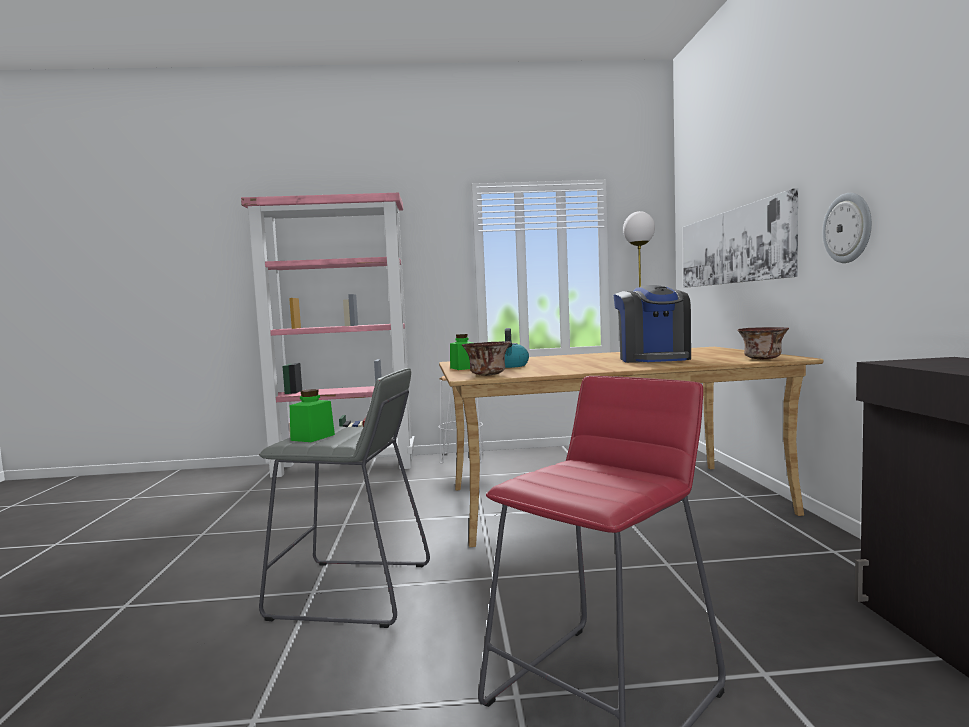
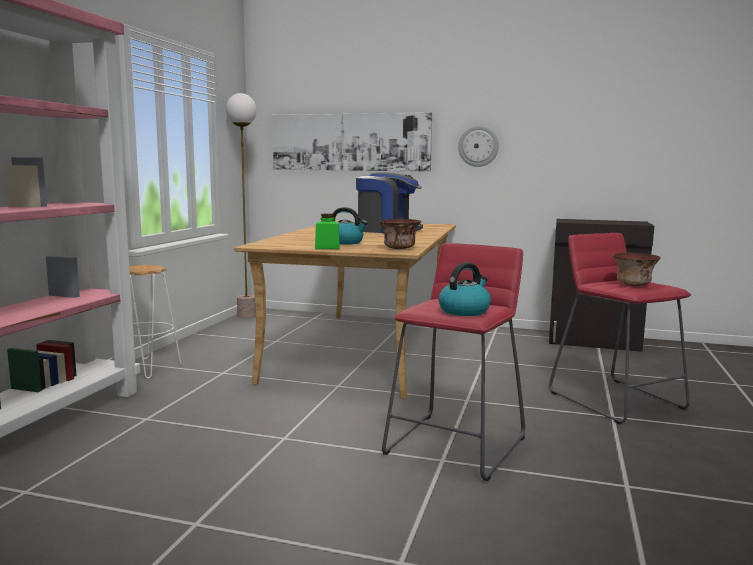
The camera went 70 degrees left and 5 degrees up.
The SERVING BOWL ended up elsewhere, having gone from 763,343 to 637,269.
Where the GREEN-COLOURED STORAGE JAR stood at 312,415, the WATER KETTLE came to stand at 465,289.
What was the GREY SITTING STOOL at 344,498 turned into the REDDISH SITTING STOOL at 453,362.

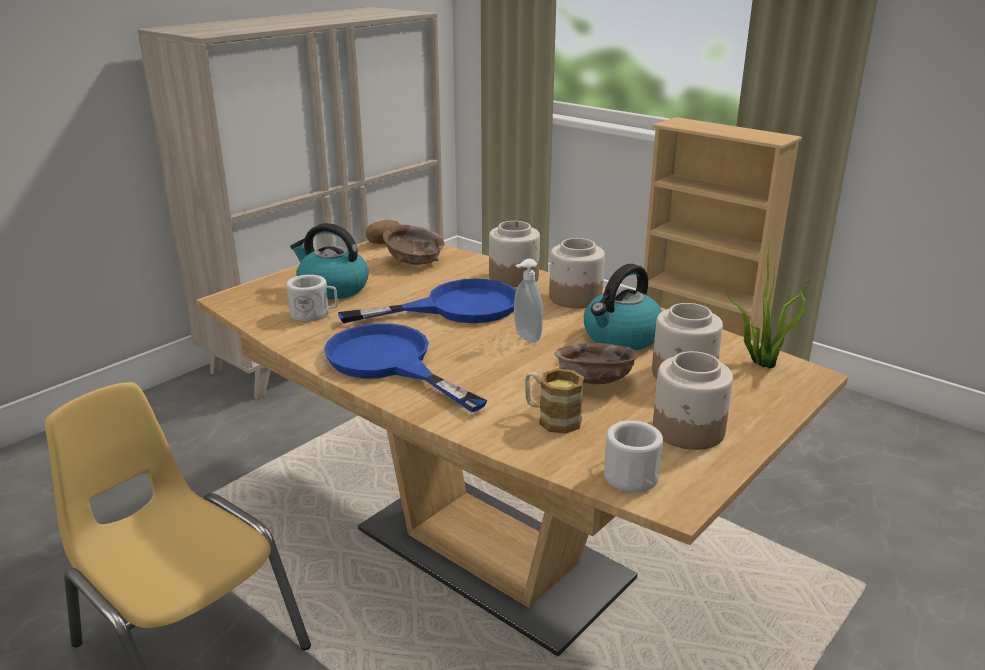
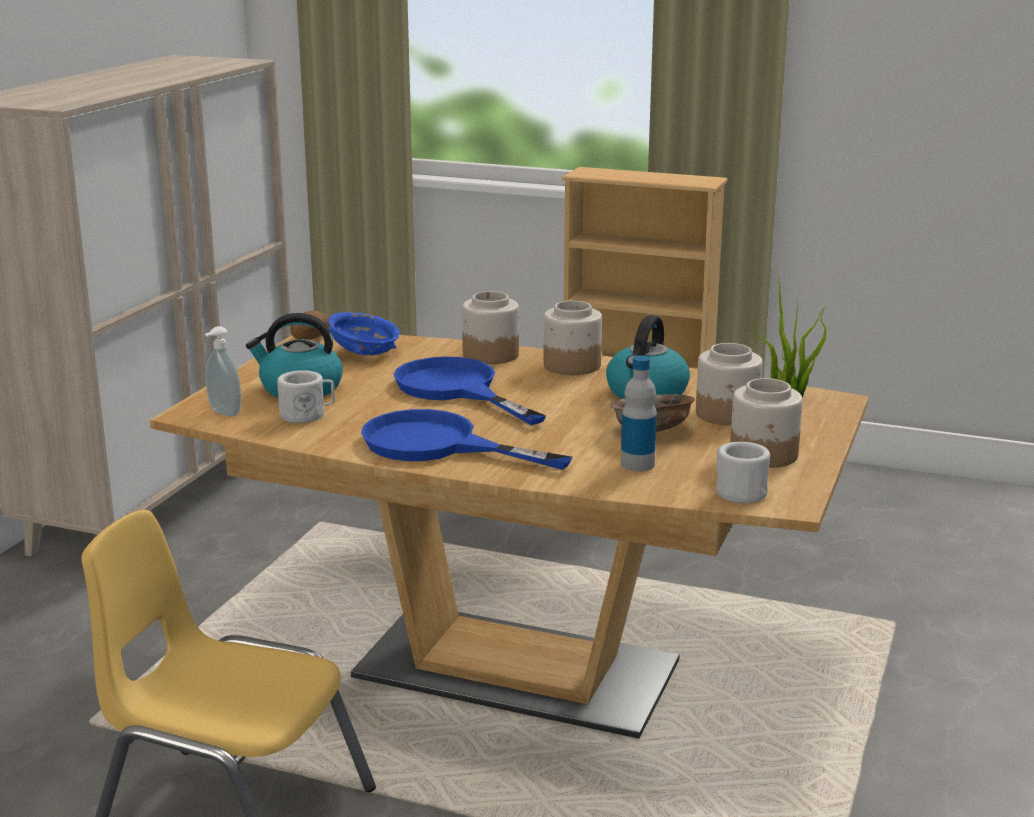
The camera went 20 degrees left and 5 degrees down.
The LIQUID SOAP BOTTLE ended up elsewhere, having gone from 528,301 to 222,371.
Where the TEA MUG stood at 554,401, the BOTTLE came to stand at 639,413.
What was the BROWN-COLOURED SERVING BOWL at 413,245 turned into the BLUISH SERVING BOWL at 363,334.
The BLUISH SKILLET at 427,301 ended up facing another way, 90 degrees counterclockwise from before.

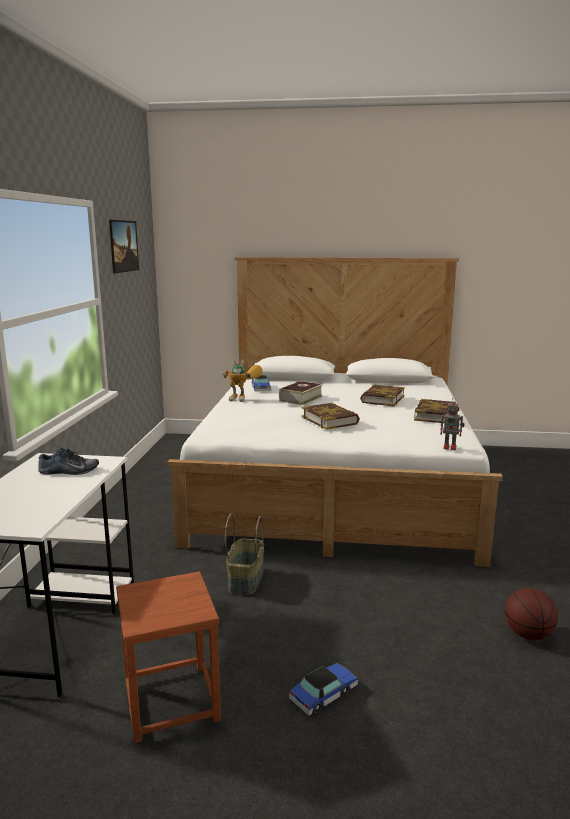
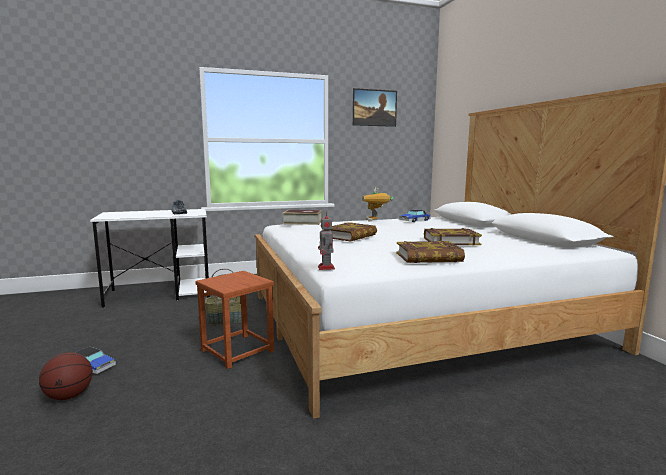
The camera went 65 degrees right and 5 degrees down.
The BROWN-COLOURED SITTING STOOL ended up elsewhere, having gone from 168,657 to 234,320.
The VOLUME ended up elsewhere, having gone from 301,393 to 302,217.
The BALL FOR BASKETBALL ended up elsewhere, having gone from 531,614 to 66,376.

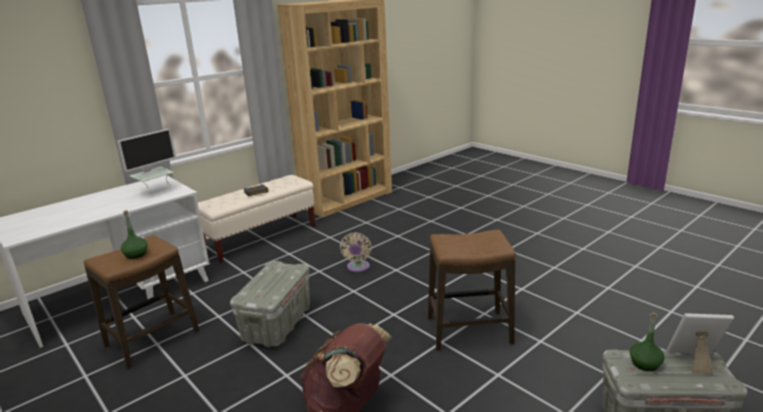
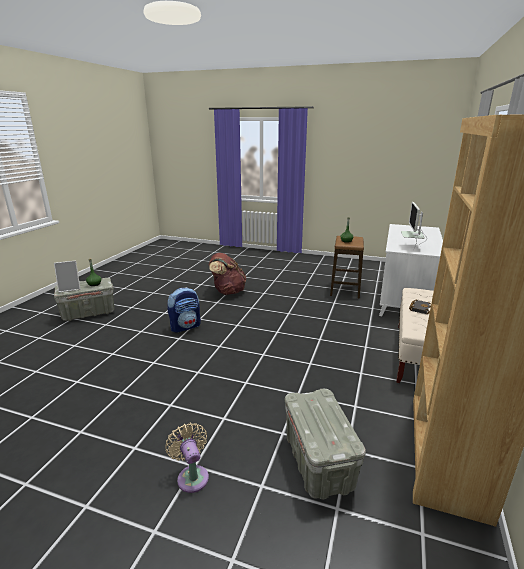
The camera went 150 degrees right and 0 degrees up.
The GREY STORAGE BOX ended up elsewhere, having gone from 270,304 to 325,444.
The BEIGE-COLOURED ELECTRIC FAN ended up elsewhere, having gone from 356,252 to 187,458.
Where the SITTING STOOL stood at 472,290, the RUCKSACK came to stand at 184,310.

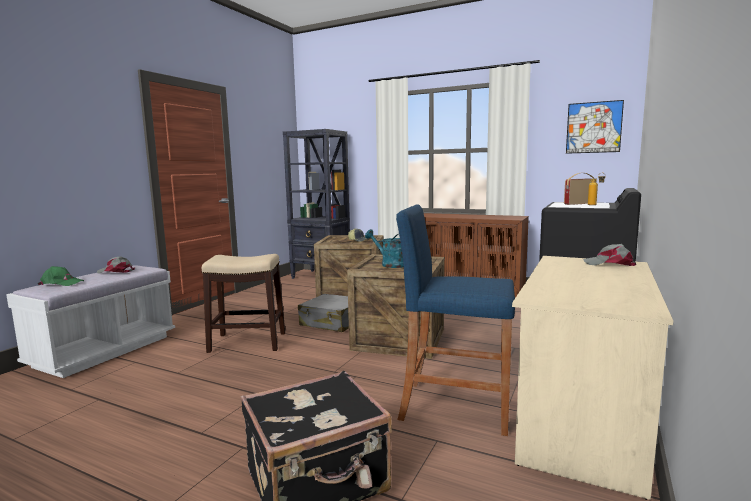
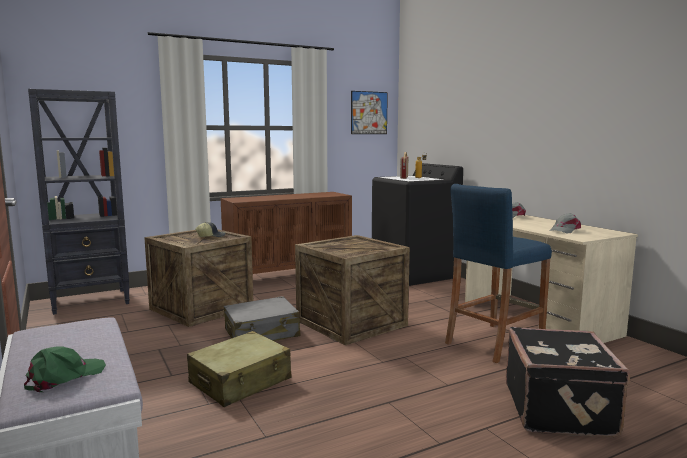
The camera went 55 degrees left and 0 degrees up.
The second view lost the TURQUOISE-COLOURED SPRINKLING CAN at 384,248.
The GREY CAP ended up elsewhere, having gone from 116,265 to 565,223.
Where the SITTING STOOL stood at 243,303, the BEIGE-COLOURED TRAVEL CASE came to stand at 239,369.

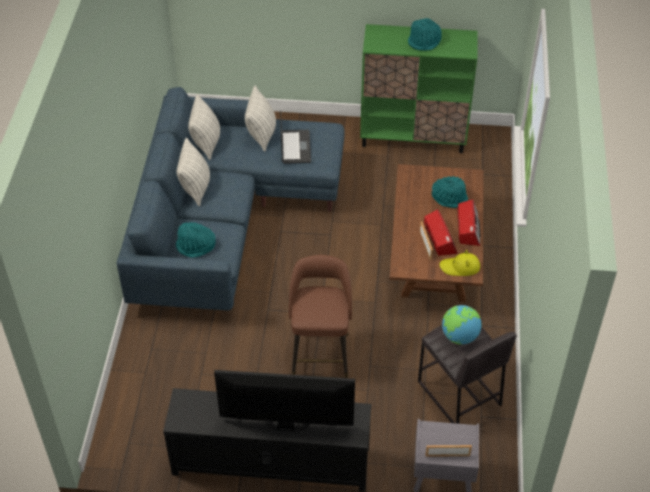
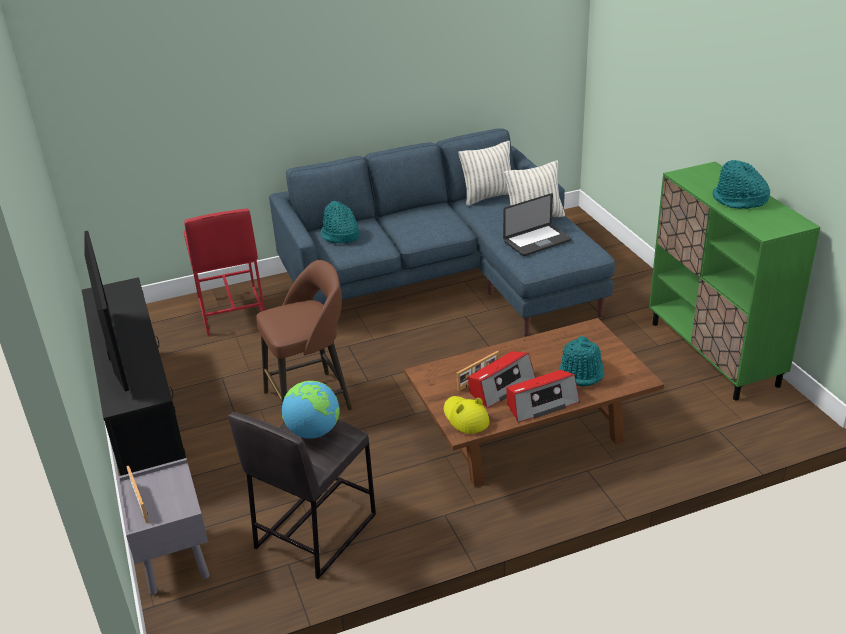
The camera went 65 degrees right and 15 degrees down.
The second view lost the CUSHION at 193,171.
The second view gained the REDDISH SITTING STOOL at 224,272.

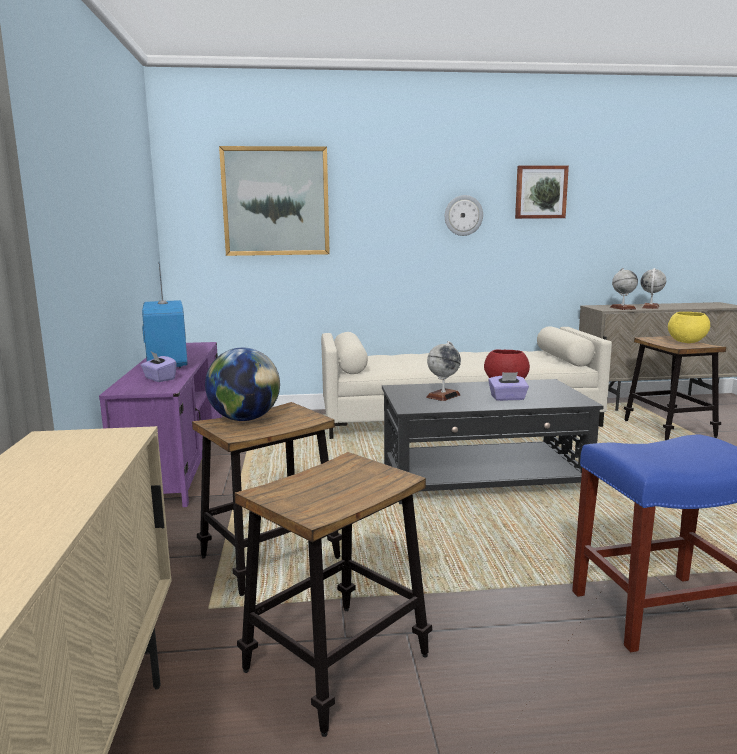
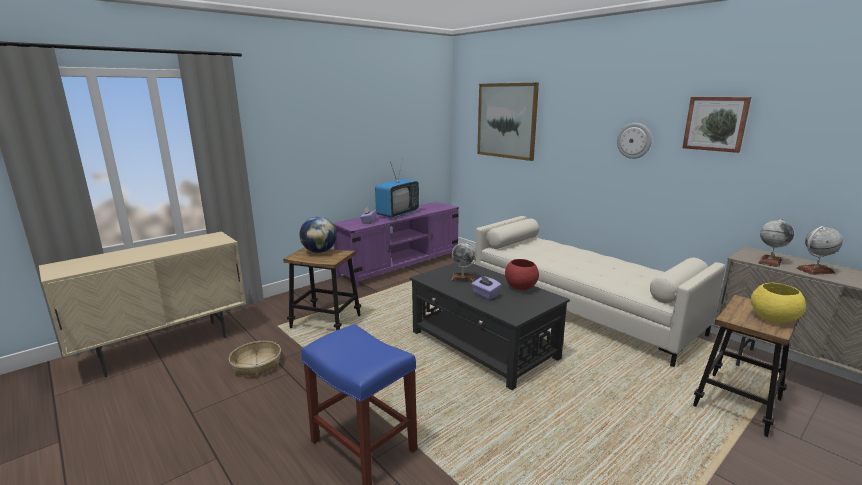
The camera went 55 degrees right and 5 degrees up.
Where the SITTING STOOL stood at 333,594, the BASKET came to stand at 255,359.

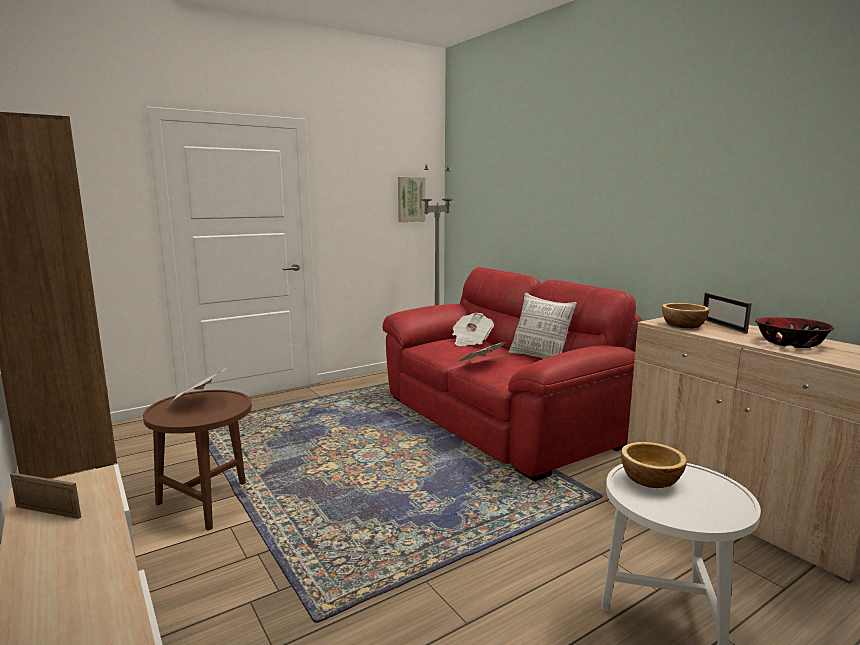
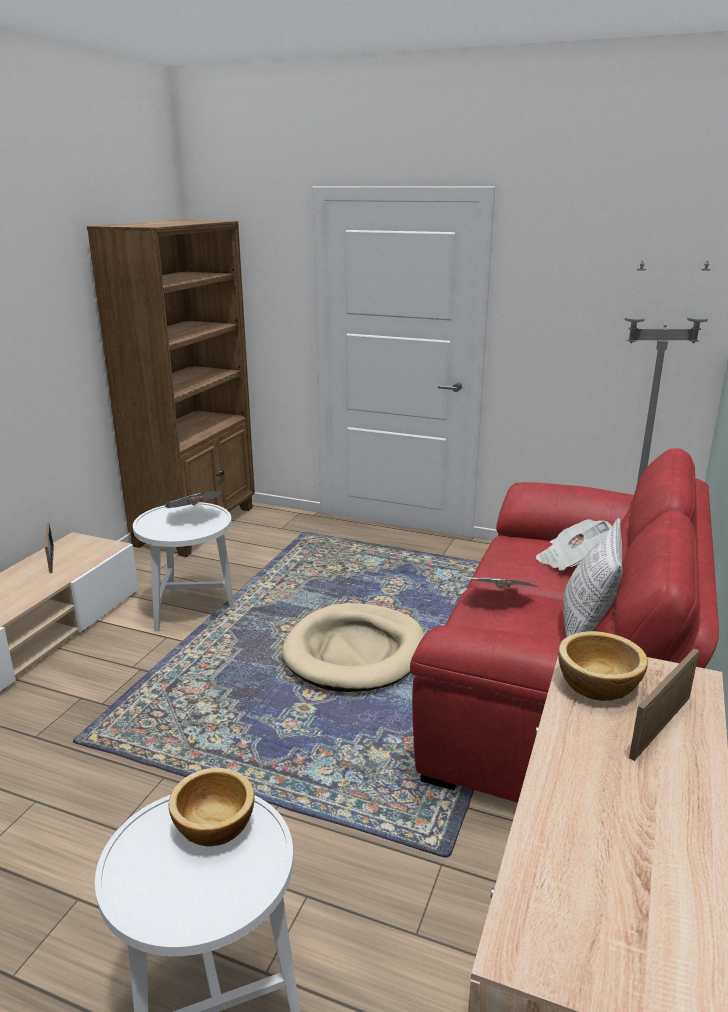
The camera went 55 degrees right and 10 degrees up.
The second view lost the PICTURE at 412,199.
The second view lost the SERVING BOWL at 794,332.
The second view gained the BEIGE-COLOURED DOG BED at 353,647.
What was the BROWN-COLOURED END TABLE at 197,460 turned into the WHITE END TABLE at 183,566.

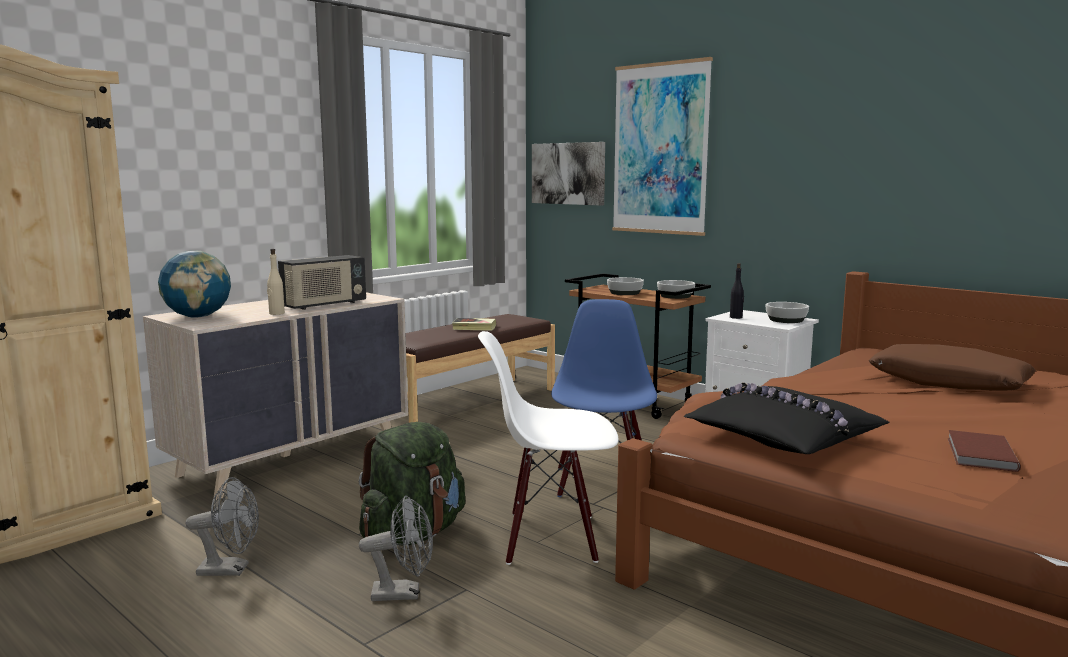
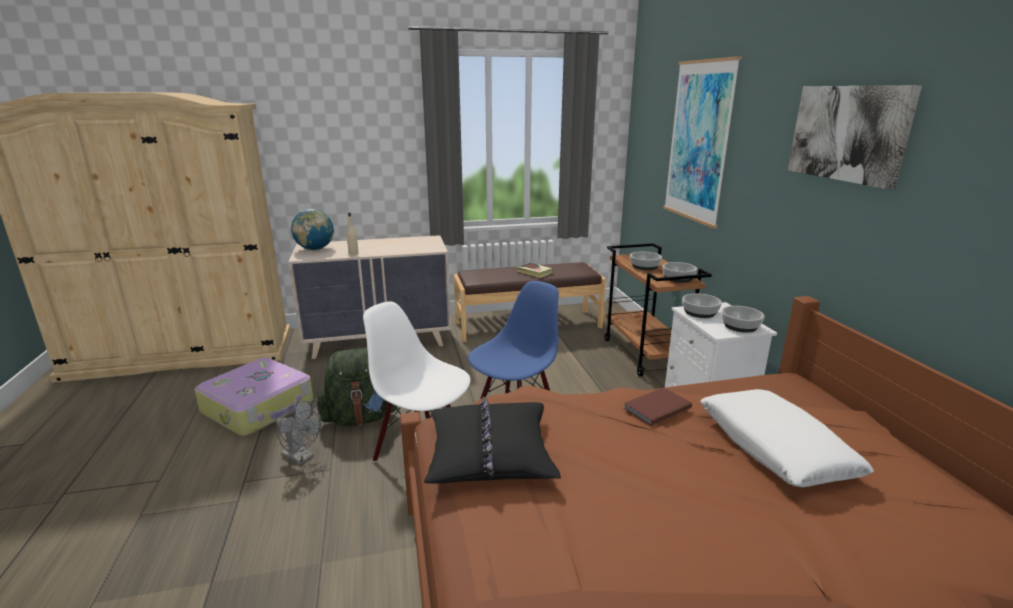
The camera went 35 degrees right and 10 degrees up.
The second view lost the RADIO SET at 322,282.
The PICTURE ended up elsewhere, having gone from 568,173 to 855,137.
The BROWN-COLOURED VOLUME ended up elsewhere, having gone from 984,451 to 657,406.
Where the GREY ELECTRIC FAN stood at 222,526, the TRAVEL CASE came to stand at 254,397.
Where the BLACKISH BOTTLE stood at 737,291, the SERVING BOWL came to stand at 702,305.
What was the BROWN-COLOURED CUSHION at 952,367 turned into the WHITE CUSHION at 787,438.

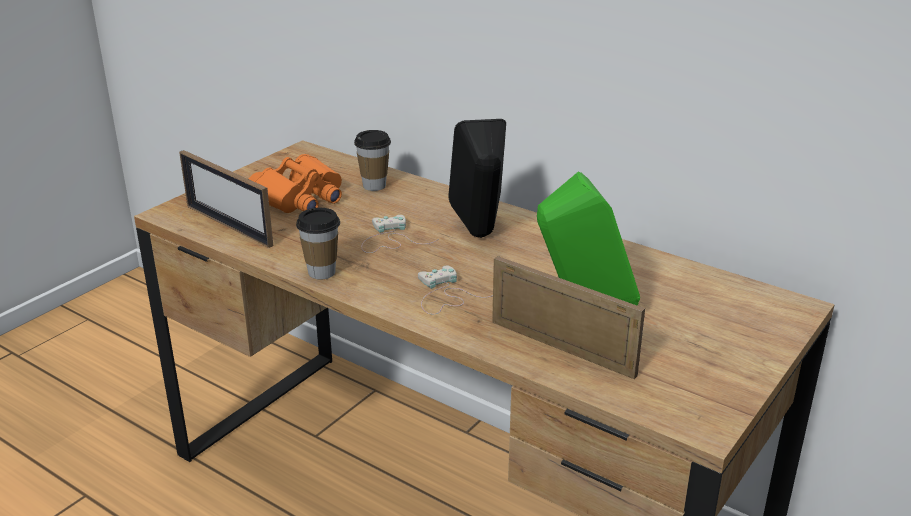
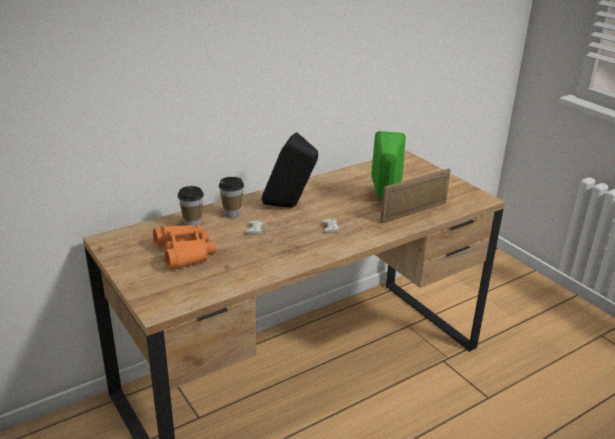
The camera went 70 degrees left and 0 degrees up.
The second view lost the PHOTO FRAME at 226,199.
The DRINKING CUP ended up elsewhere, having gone from 318,244 to 231,197.

